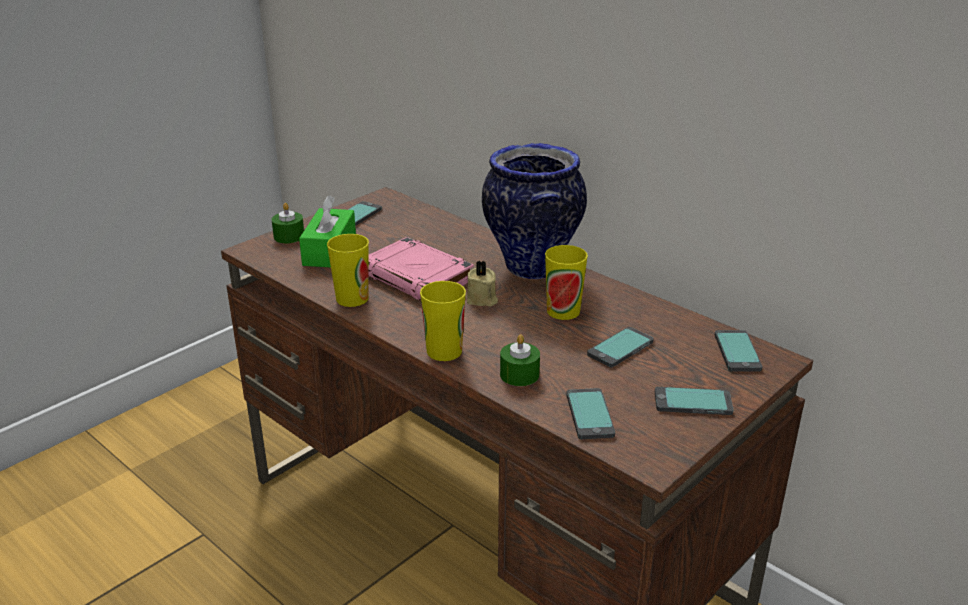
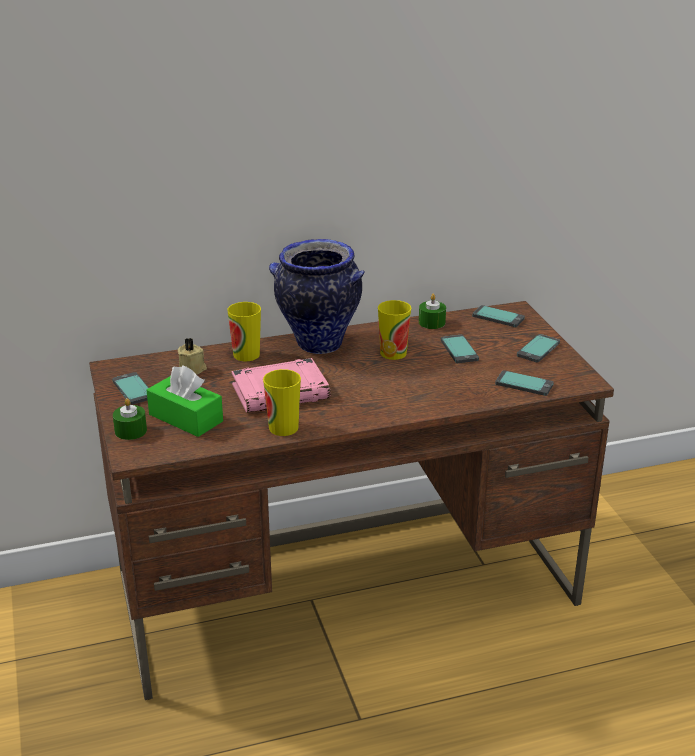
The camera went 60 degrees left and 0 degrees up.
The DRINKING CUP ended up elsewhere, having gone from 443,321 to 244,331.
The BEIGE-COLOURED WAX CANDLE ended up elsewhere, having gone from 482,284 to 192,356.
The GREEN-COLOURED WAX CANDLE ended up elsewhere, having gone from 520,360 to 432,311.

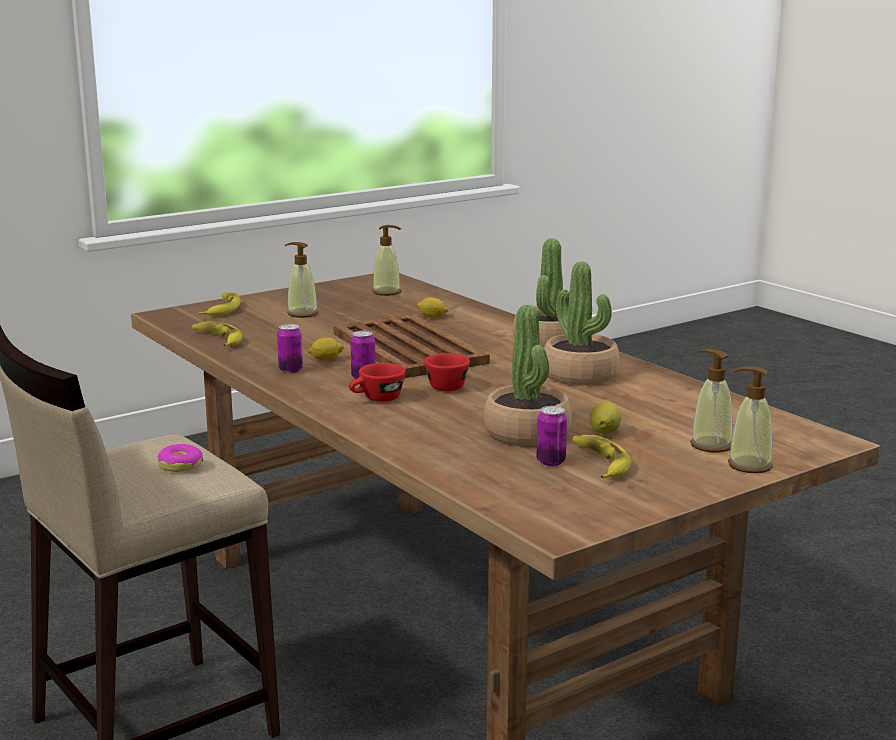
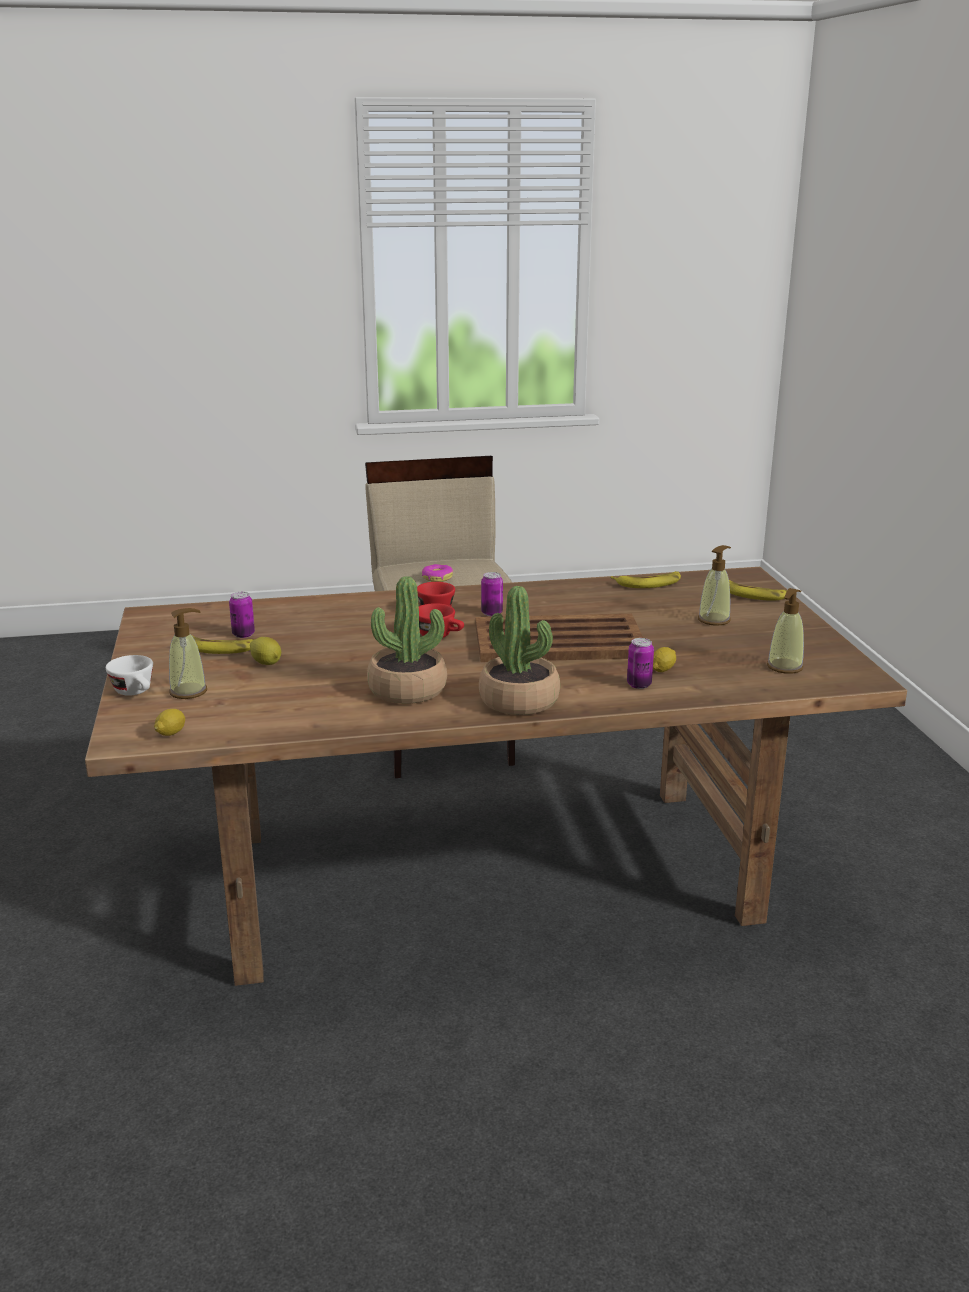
The camera went 115 degrees right and 5 degrees up.
The second view lost the POTTED PLANT at 528,375.
The CAN ended up elsewhere, having gone from 290,348 to 640,663.
The WHOLE LEMON ended up elsewhere, having gone from 325,349 to 169,722.
Where the LIQUID SOAP BOTTLE stood at 750,419, the WHITE DRINKING CUP came to stand at 129,675.

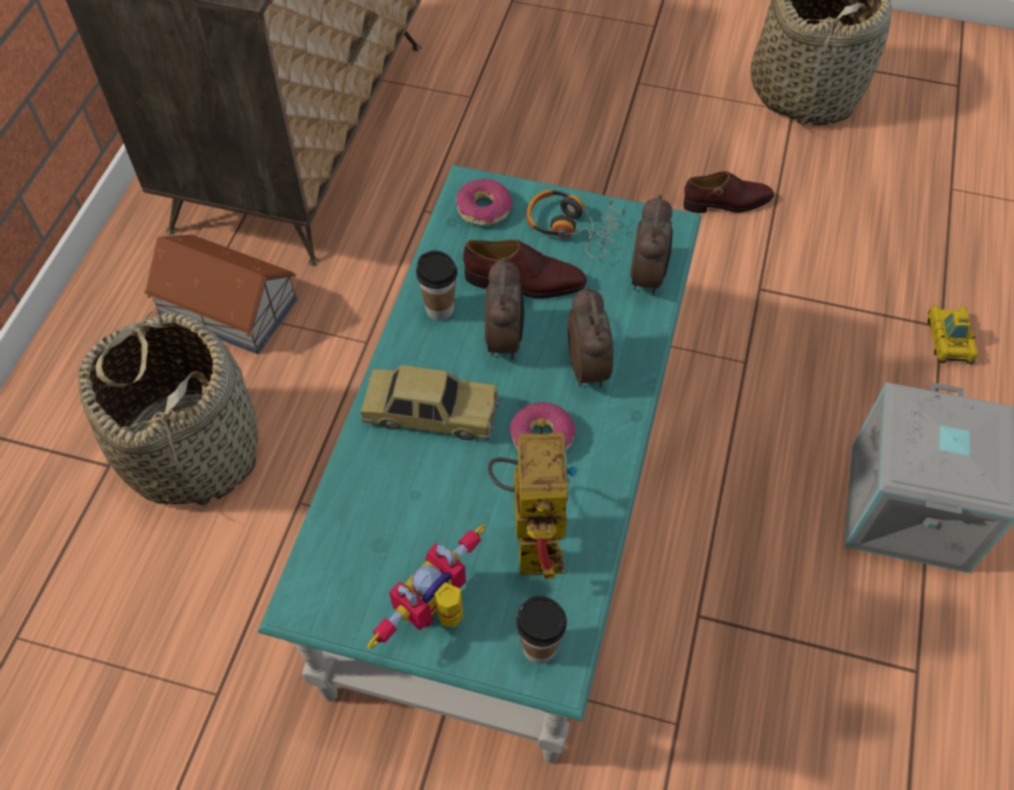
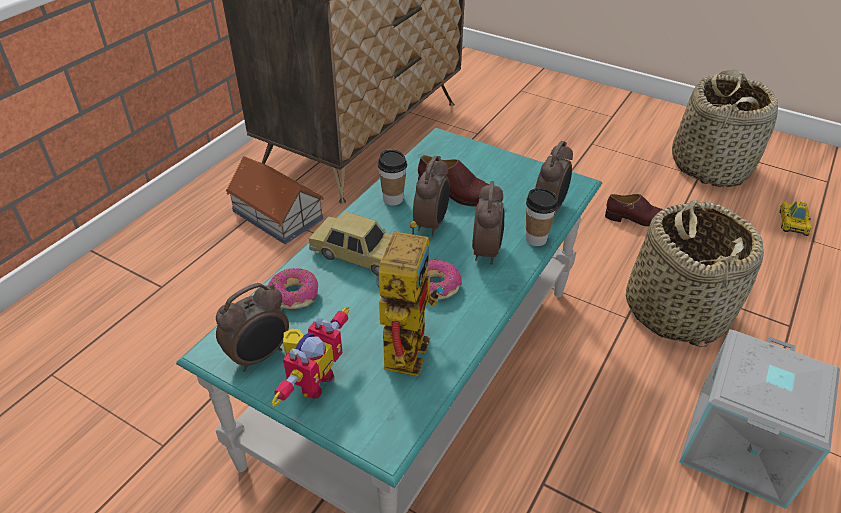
The camera went 15 degrees right and 15 degrees down.
The second view lost the PAIR OF HEADPHONES at 573,223.
The second view gained the BEDSIDE CLOCK at 252,327.
The BASKET ended up elsewhere, having gone from 168,412 to 695,273.
The DONUT ended up elsewhere, having gone from 484,202 to 293,288.
The DRINKING CUP ended up elsewhere, having gone from 541,630 to 541,217.
The TOY CAR ended up elsewhere, having gone from 953,334 to 795,218.
The TOY ROBOT at 426,586 ended up facing another way, 150 degrees clockwise from before.

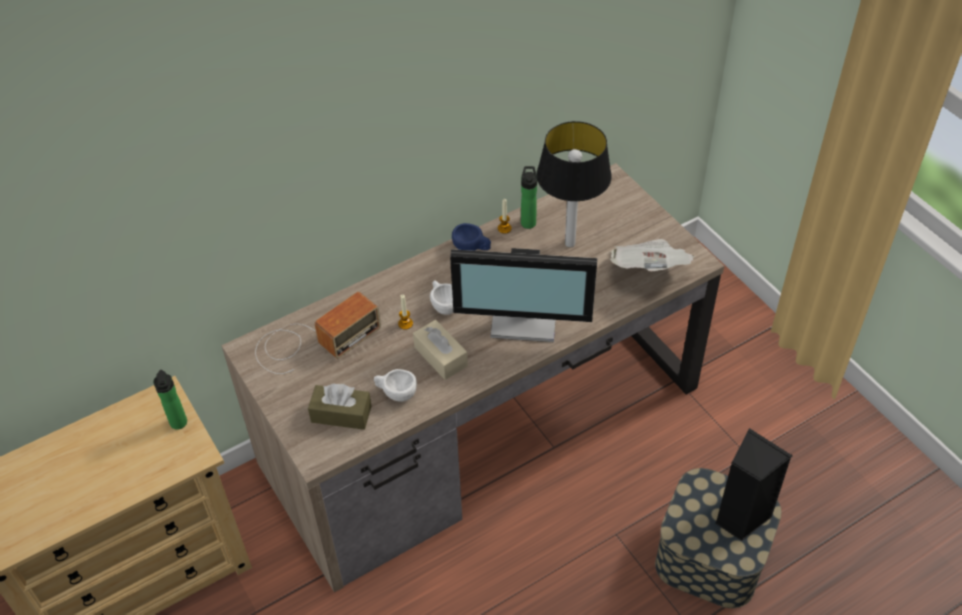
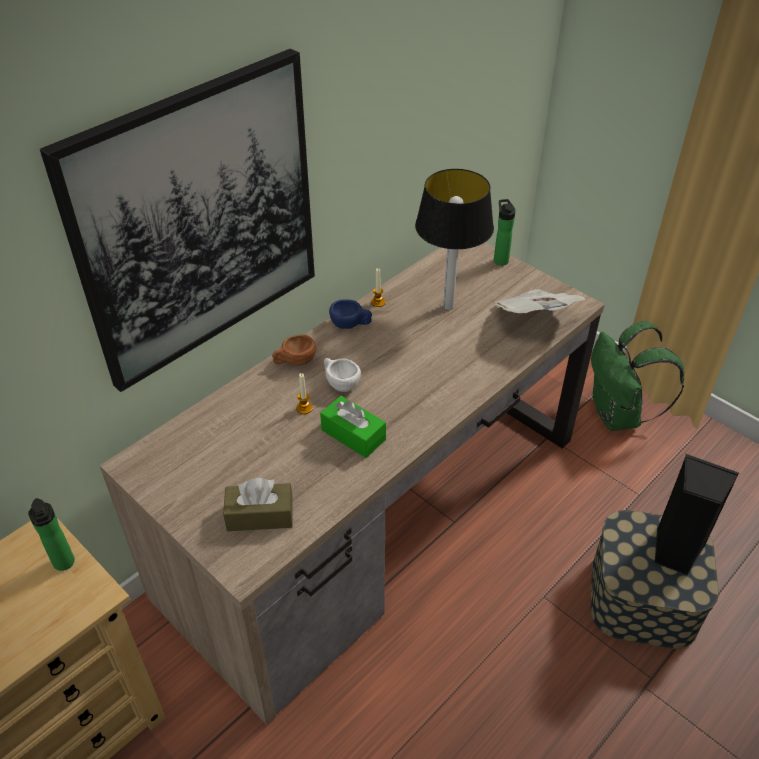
The camera went 15 degrees left and 5 degrees down.
The second view lost the RADIO SET at 318,333.
The second view lost the WHITE DRINKING CUP at 395,385.
The second view lost the COMPUTER DISPLAY at 523,295.
The second view gained the PICTURE at 177,220.
The second view gained the BROWN-COLOURED DRINKING CUP at 294,350.
The second view gained the GREEN-COLOURED RUCKSACK at 637,376.
The BOTTLE ended up elsewhere, having gone from 529,197 to 505,232.
What was the BEIGE-COLOURED TISSUE BOX at 440,350 turned into the GREEN-COLOURED TISSUE BOX at 353,427.

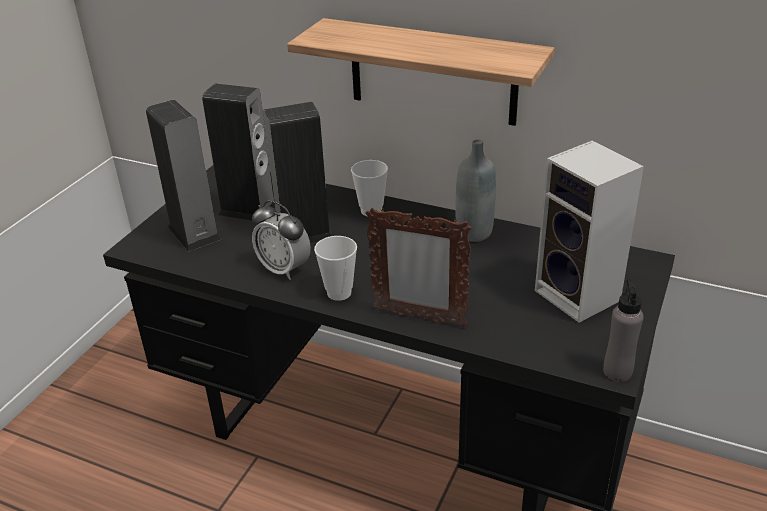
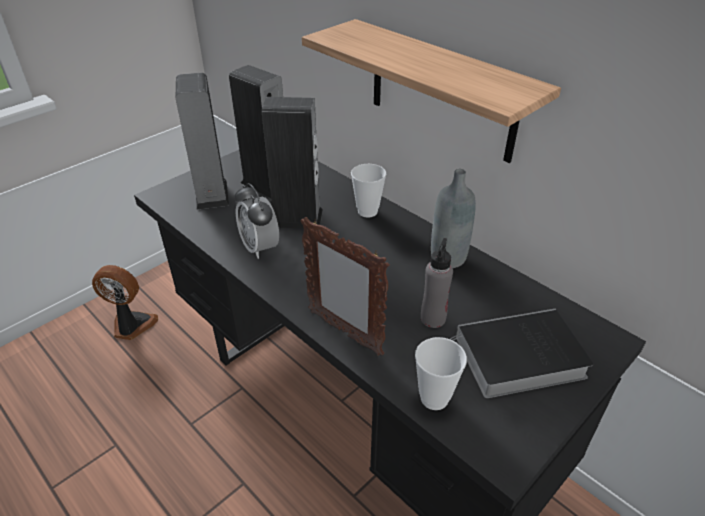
The camera went 20 degrees right and 5 degrees up.
The second view gained the ELECTRIC FAN at 125,302.
The DRINKING CUP ended up elsewhere, having gone from 335,268 to 441,373.
The GREY BOTTLE ended up elsewhere, having gone from 623,330 to 437,283.
Where the SPEAKER stood at 589,231, the VOLUME came to stand at 521,353.

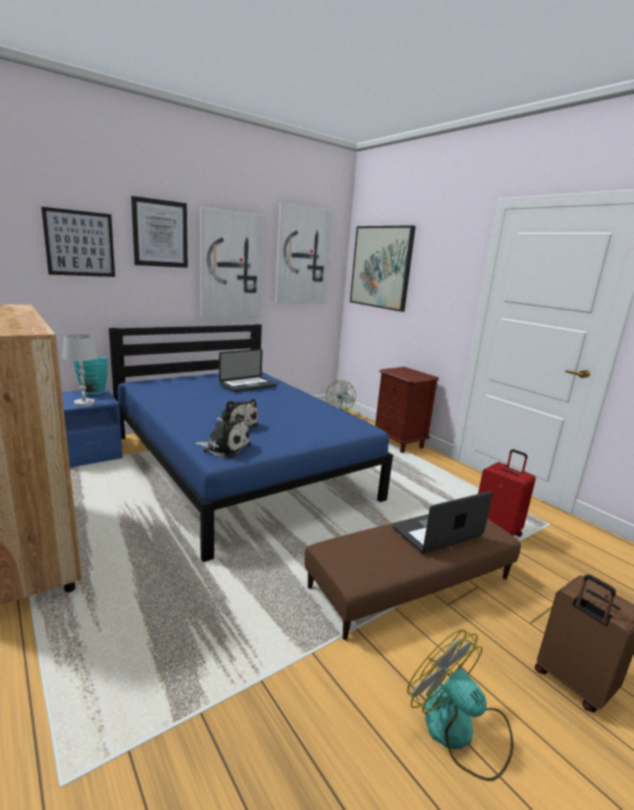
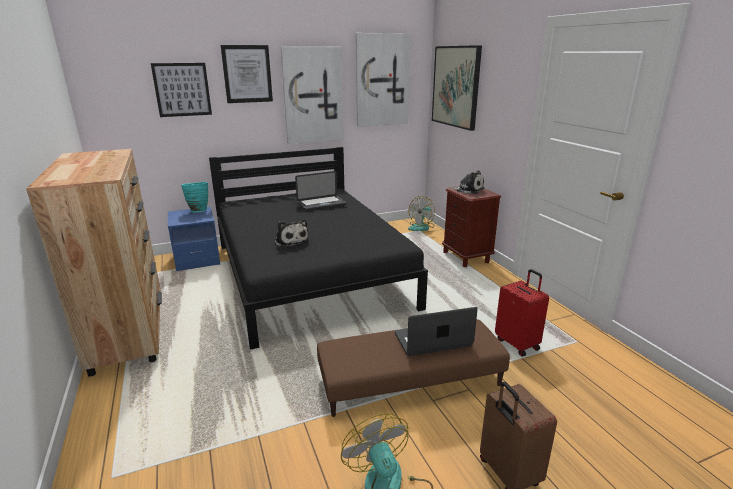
The camera went 15 degrees right and 5 degrees up.
The second view lost the WHITE TABLETOP LAMP at 80,370.
The PLUSH TOY ended up elsewhere, having gone from 223,436 to 467,182.
What was the BLUISH BEDROOM BED at 251,443 turned into the BLACKISH BEDROOM BED at 318,248.

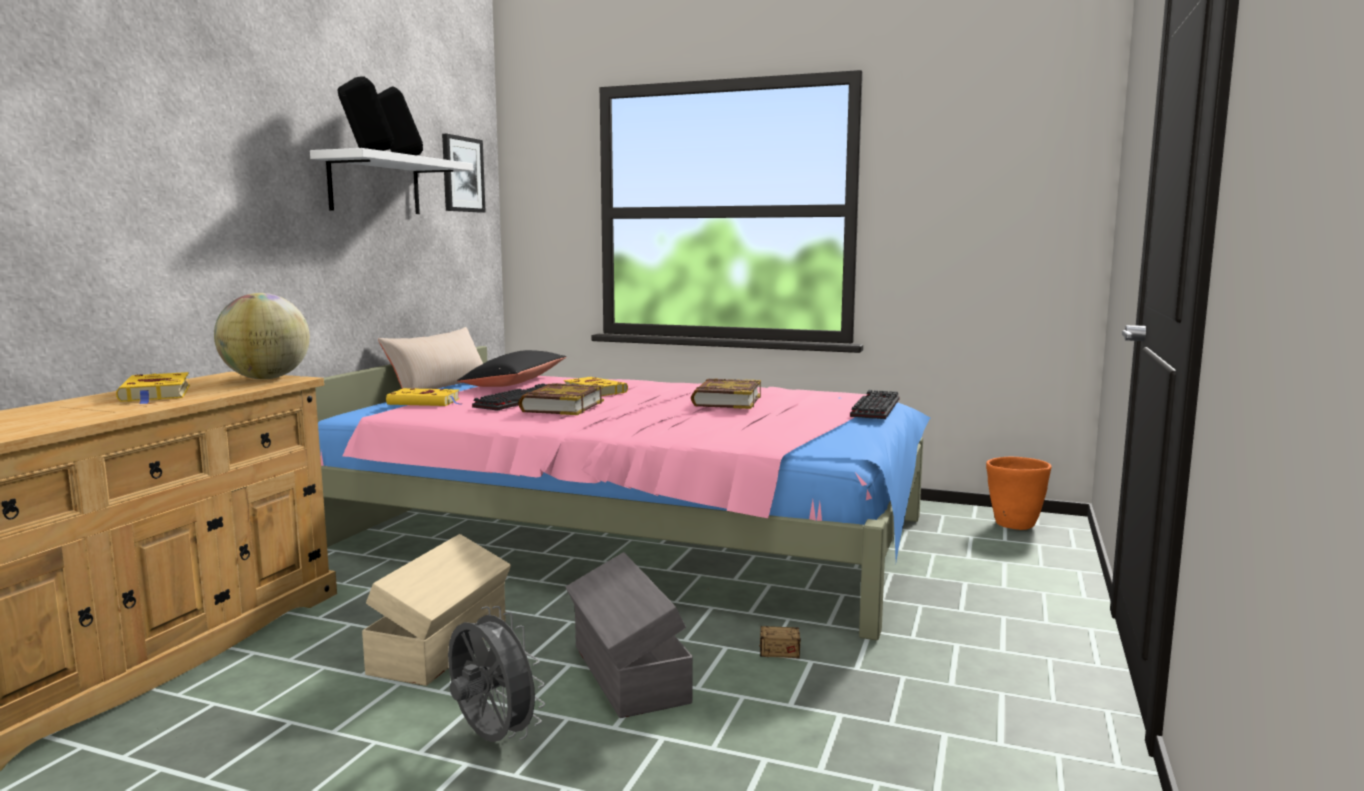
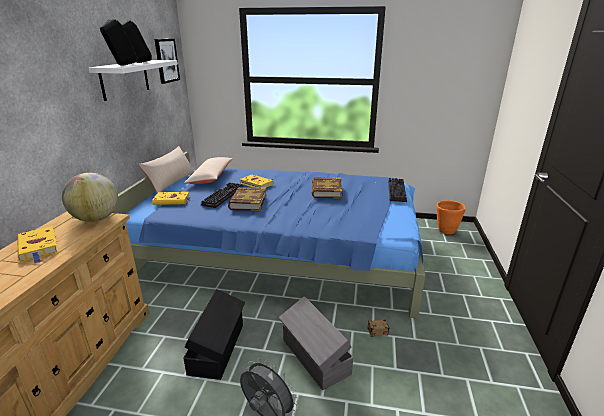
The camera went 10 degrees left and 15 degrees up.
What was the PINK-COLOURED BEDROOM BED at 622,493 turned into the BLUISH BEDROOM BED at 268,235.
What was the BEIGE-COLOURED STORAGE BOX at 436,610 turned into the BLACKISH STORAGE BOX at 214,334.
What was the BLACKISH CUSHION at 511,368 turned into the BEIGE-COLOURED CUSHION at 208,170.

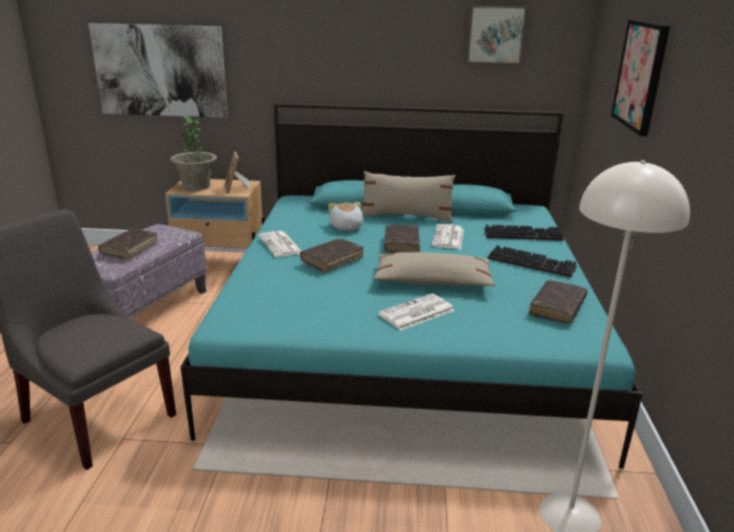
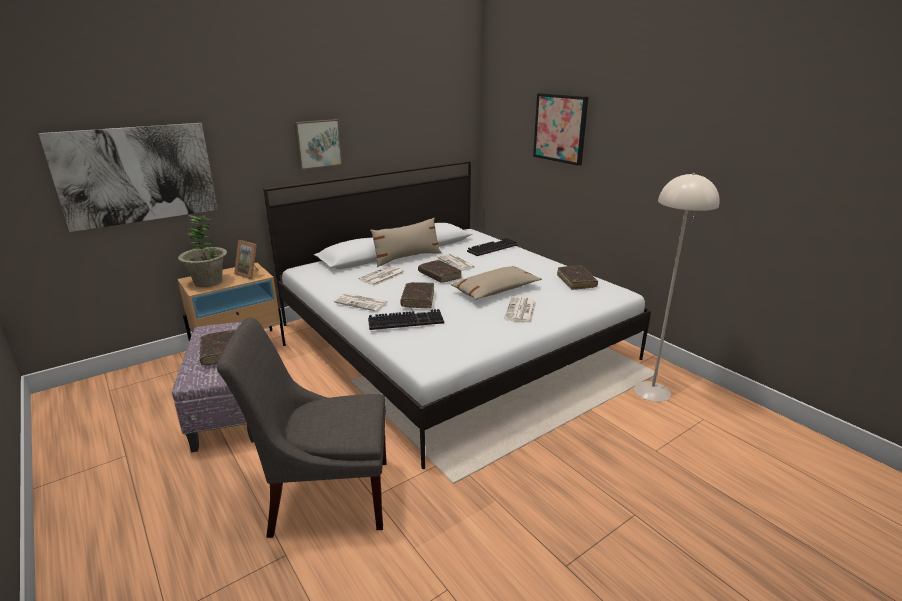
The camera went 40 degrees left and 0 degrees up.
The PICTURE ended up elsewhere, having gone from 497,35 to 318,144.
The KEYBOARD ended up elsewhere, having gone from 532,261 to 406,319.
Where the PLUSH TOY stood at 345,216, the DAILY PAPER came to stand at 381,276.
What was the TURQUOISE-COLOURED BEDROOM BED at 412,286 turned into the WHITE BEDROOM BED at 457,314.

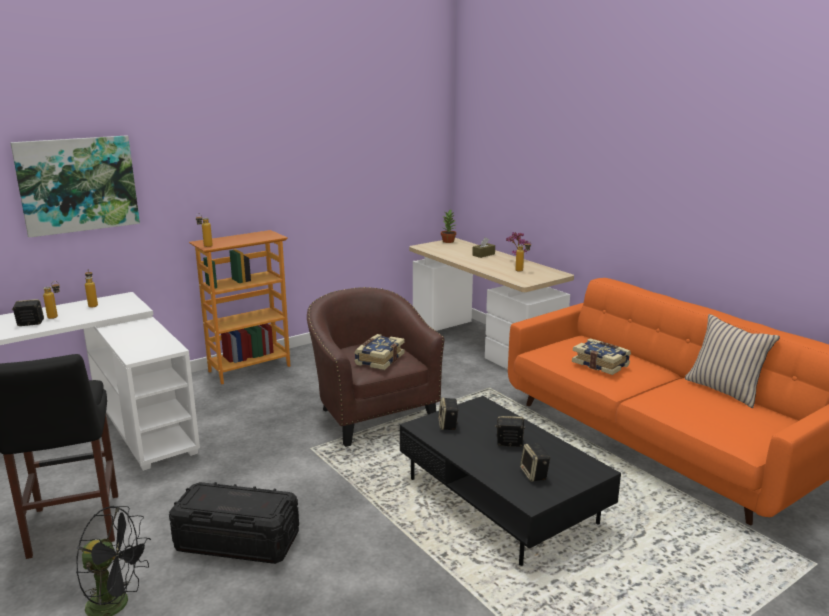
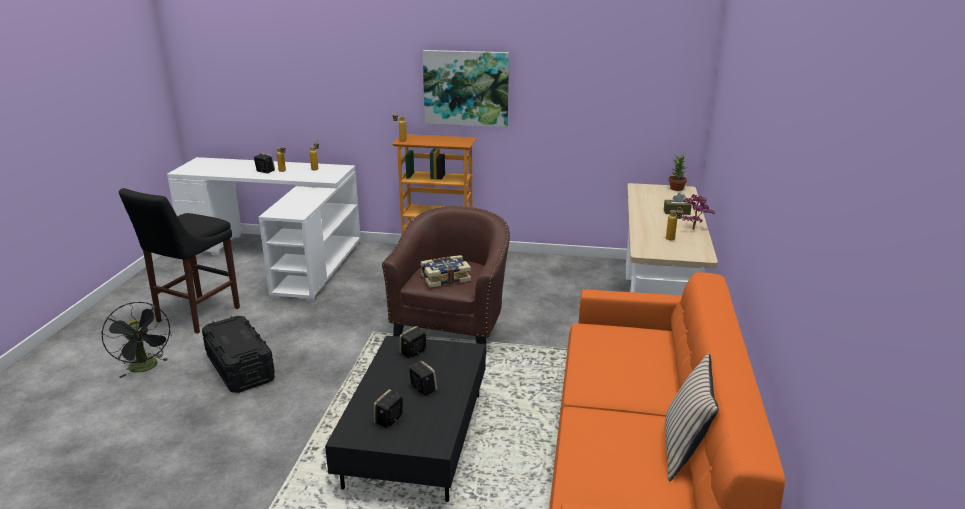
The camera went 45 degrees right and 5 degrees up.
The second view lost the VOLUME at 601,357.
The PICTURE ended up elsewhere, having gone from 75,186 to 466,88.

